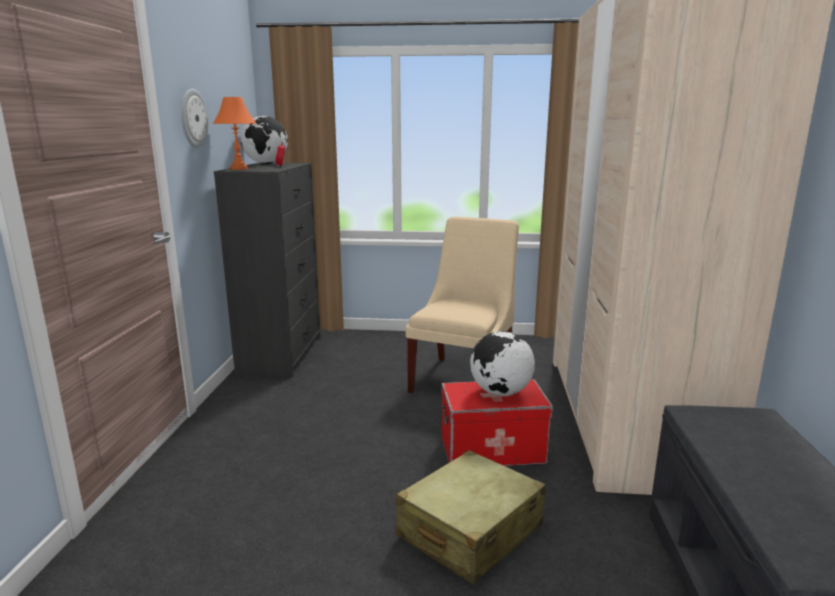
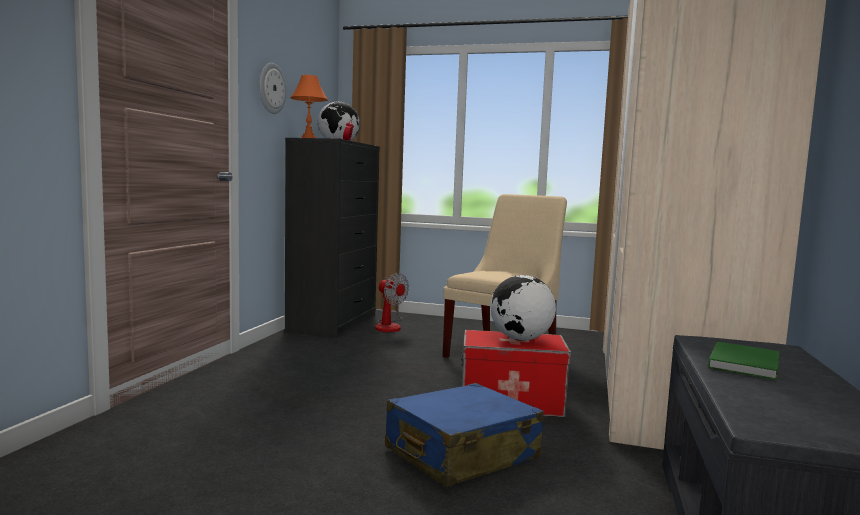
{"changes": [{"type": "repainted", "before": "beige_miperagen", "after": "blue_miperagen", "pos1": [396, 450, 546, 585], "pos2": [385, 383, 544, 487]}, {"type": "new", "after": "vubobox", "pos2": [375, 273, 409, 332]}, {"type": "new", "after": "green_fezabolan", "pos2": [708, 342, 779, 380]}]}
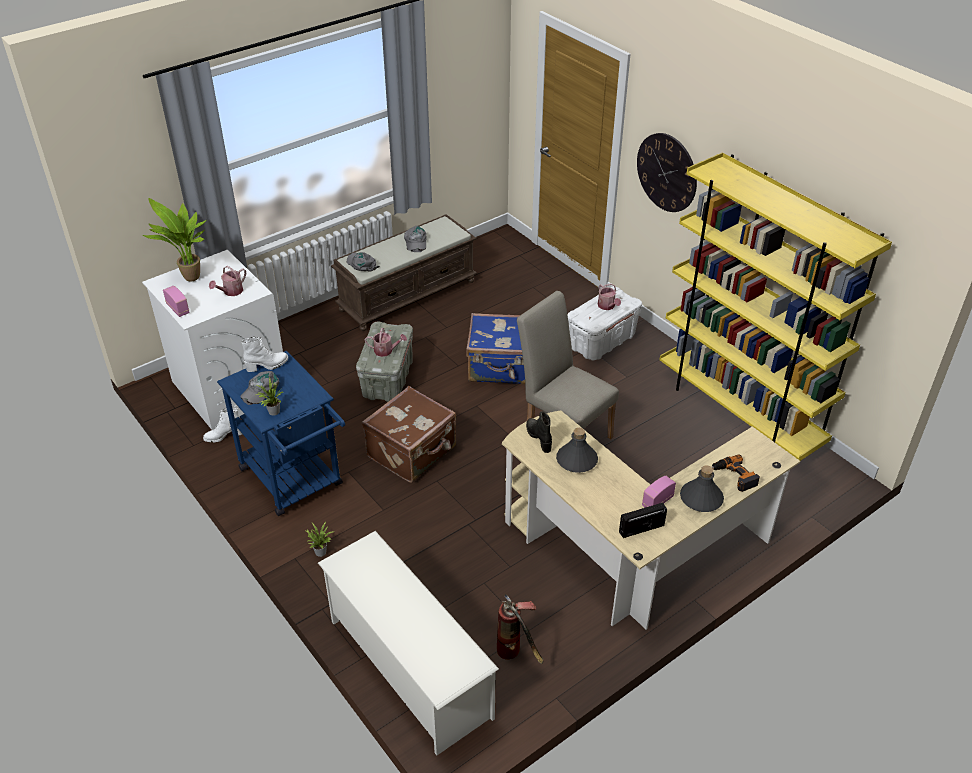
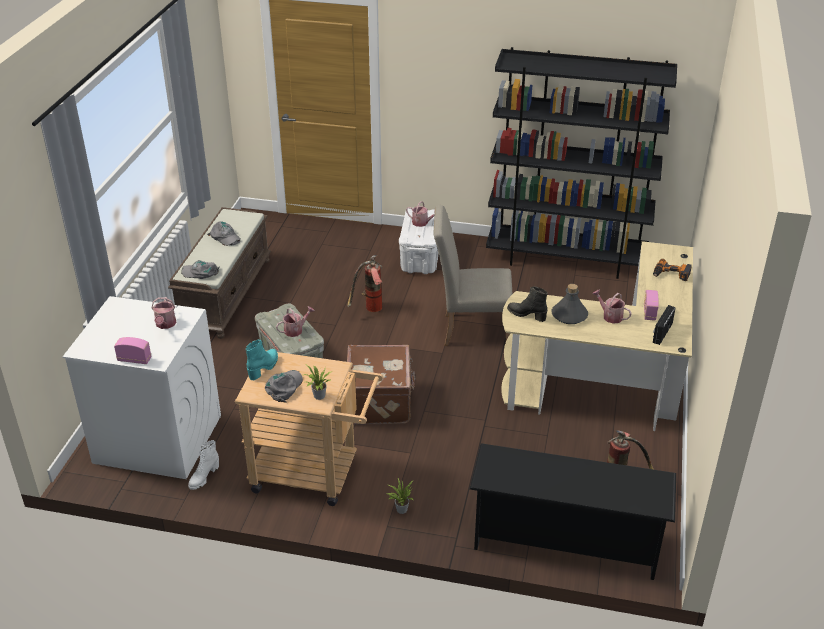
{"changes": [{"type": "gone", "before": "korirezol", "pos1": [143, 198, 206, 281]}, {"type": "repainted", "before": "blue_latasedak", "after": "beige_latasedak", "pos1": [217, 351, 345, 516], "pos2": [235, 350, 383, 506]}, {"type": "rotated", "before": "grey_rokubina", "pos1": [240, 371, 280, 405], "pos2": [265, 370, 303, 403], "turn": -150}, {"type": "repainted", "before": "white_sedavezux", "after": "turquoise_sedavezux", "pos1": [241, 337, 288, 372], "pos2": [246, 339, 278, 381]}, {"type": "repainted", "before": "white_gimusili", "after": "black_gimusili", "pos1": [318, 531, 499, 755], "pos2": [470, 443, 676, 580]}, {"type": "swapped", "before": "blue_miperagen", "after": "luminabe", "pos1": [466, 313, 525, 384], "pos2": [347, 255, 382, 312]}, {"type": "gone", "before": "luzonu", "pos1": [637, 133, 697, 212]}, {"type": "repainted", "before": "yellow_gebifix", "after": "black_gebifix", "pos1": [659, 152, 892, 461], "pos2": [486, 47, 677, 279]}, {"type": "gone", "before": "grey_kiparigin", "pos1": [680, 466, 724, 512]}, {"type": "new", "after": "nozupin", "pos2": [592, 289, 632, 324]}]}
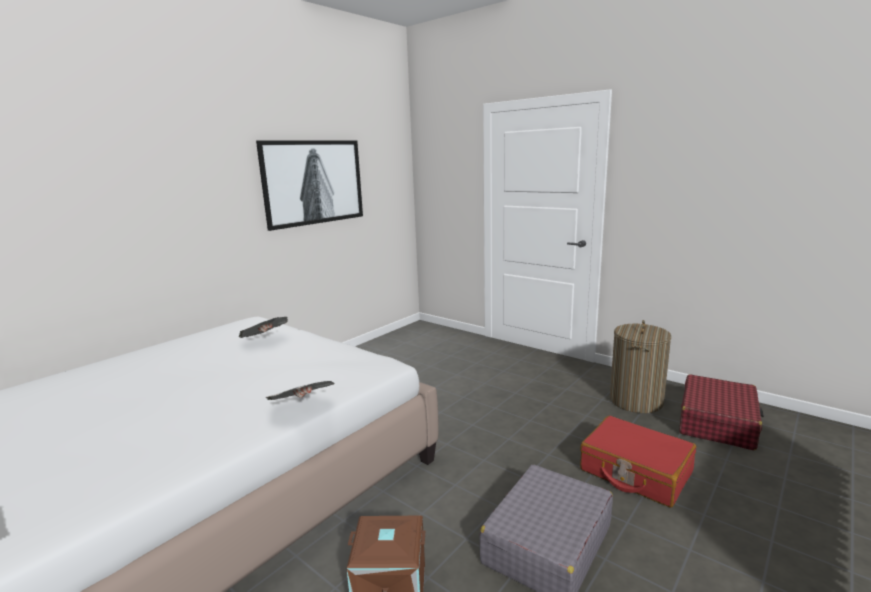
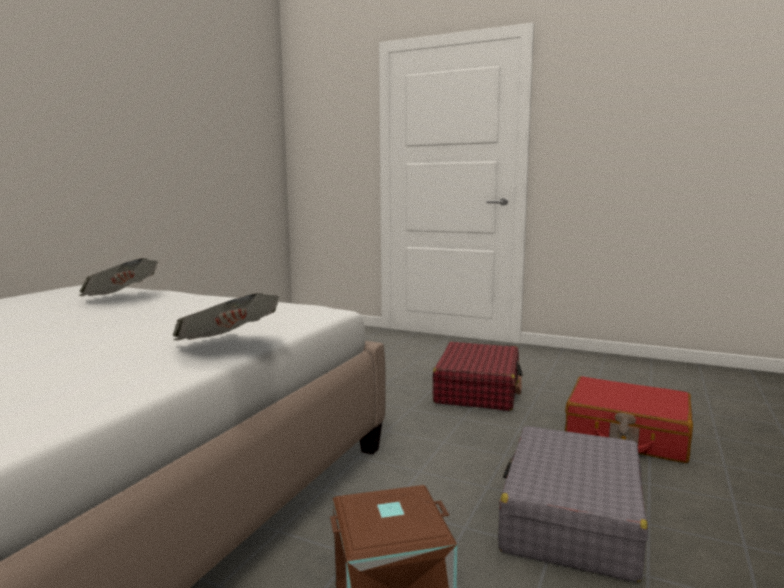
{"changes": [{"type": "gone", "before": "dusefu", "pos1": [256, 140, 363, 231]}, {"type": "gone", "before": "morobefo", "pos1": [610, 320, 671, 413]}, {"type": "shifted", "before": "red_miperagen", "pos1": [680, 374, 764, 450], "pos2": [433, 342, 523, 411]}]}
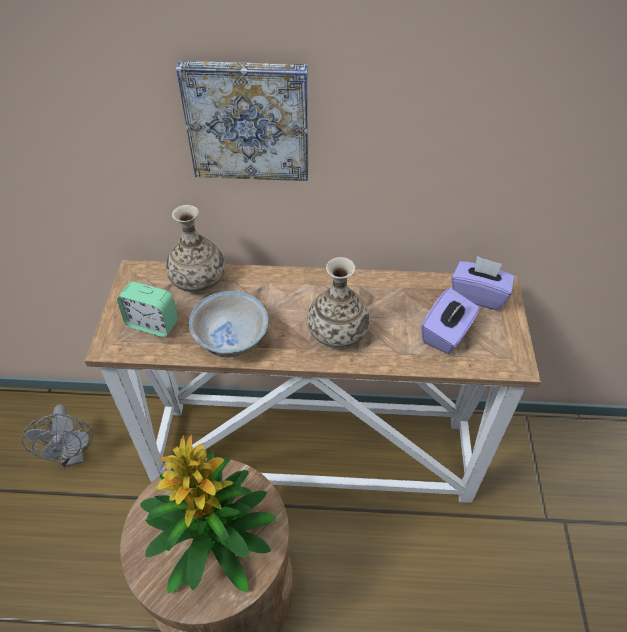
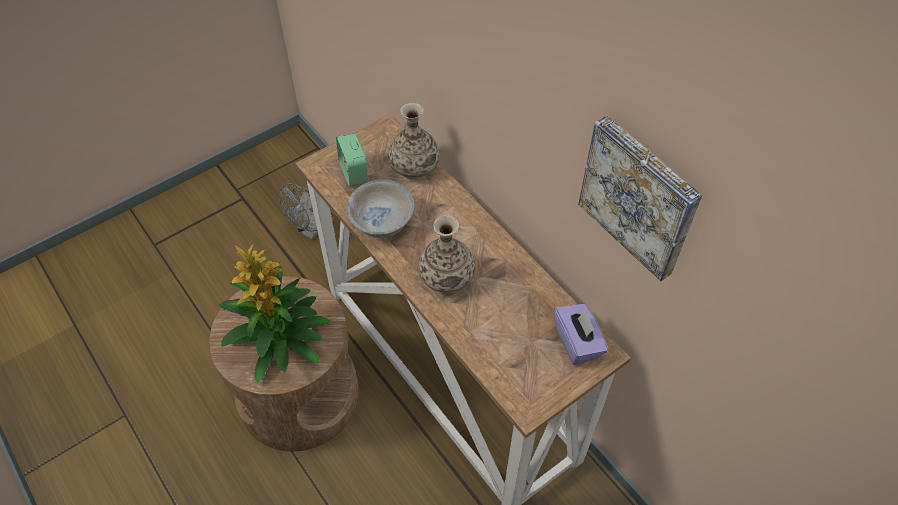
{"changes": [{"type": "shifted", "before": "dusefu", "pos1": [176, 61, 308, 181], "pos2": [578, 116, 702, 281]}, {"type": "gone", "before": "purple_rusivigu", "pos1": [421, 288, 480, 354]}]}
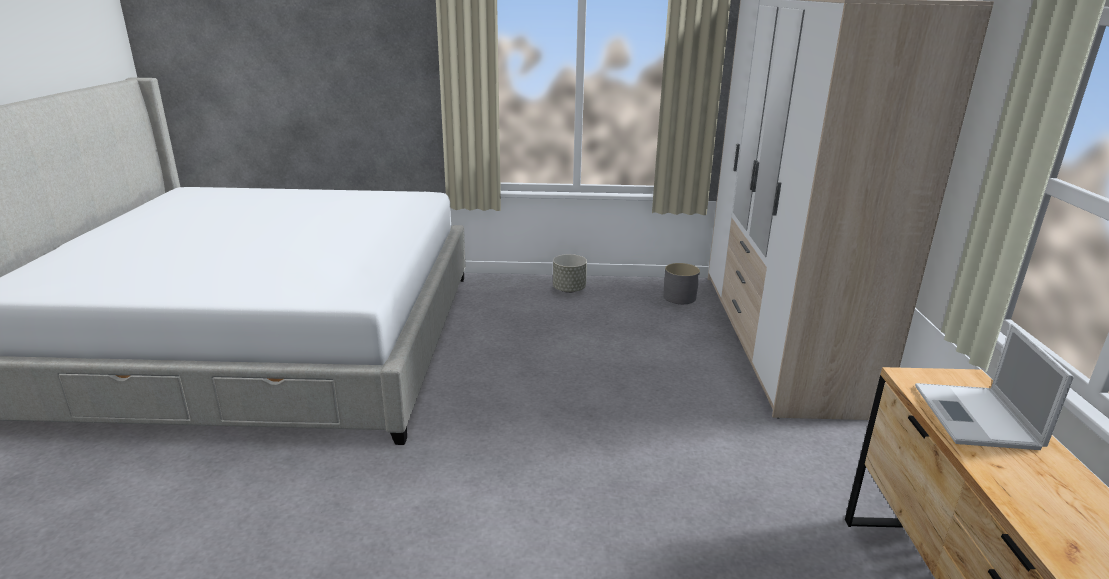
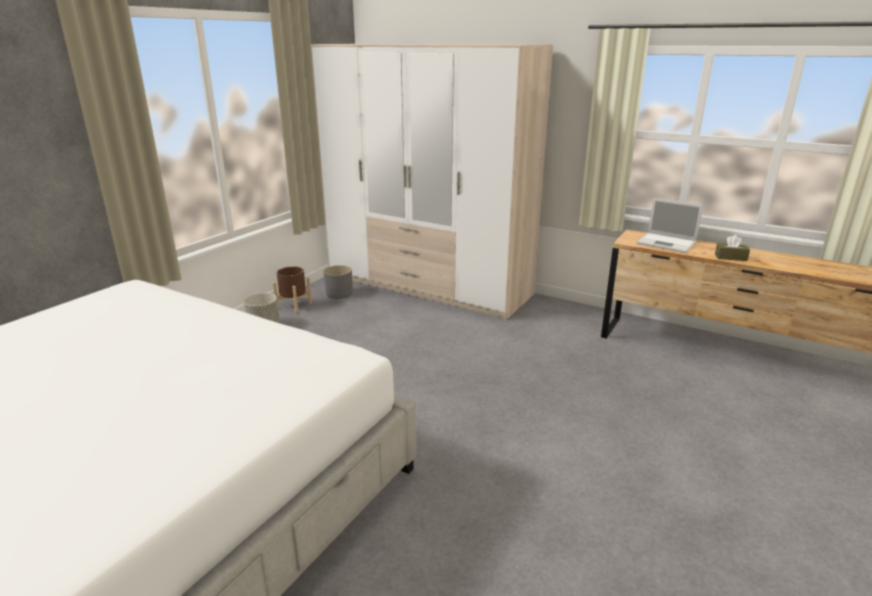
{"changes": [{"type": "new", "after": "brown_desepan", "pos2": [273, 267, 312, 313]}, {"type": "new", "after": "brown_rusivigu", "pos2": [715, 235, 750, 261]}]}
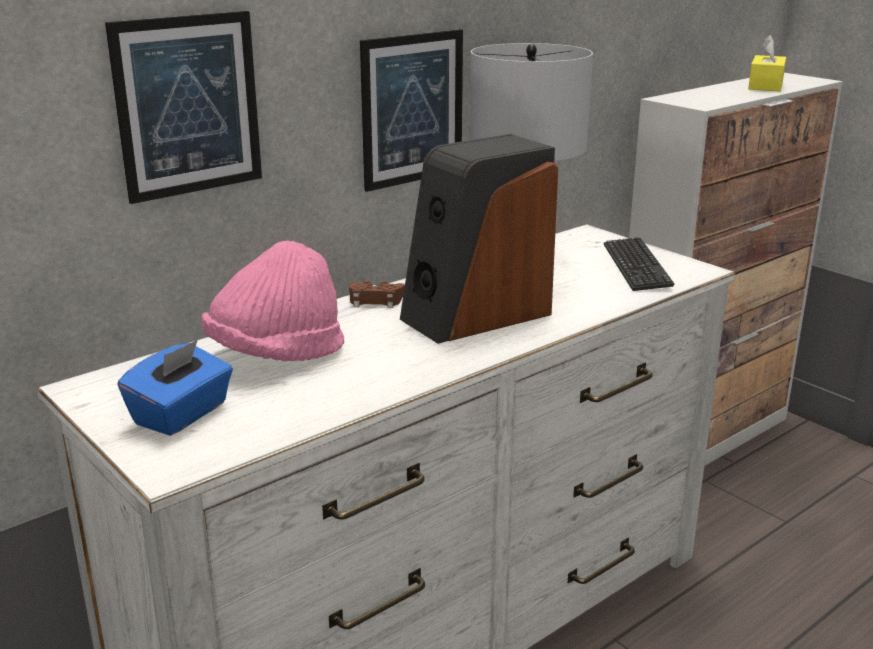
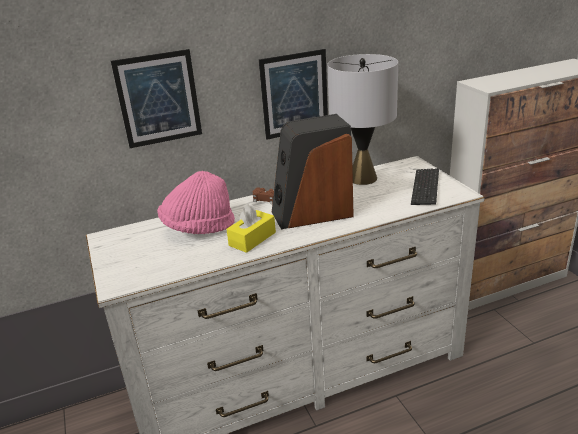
{"changes": [{"type": "gone", "before": "blue_rusivigu", "pos1": [117, 339, 233, 436]}, {"type": "shifted", "before": "yellow_rusivigu", "pos1": [748, 35, 786, 91], "pos2": [226, 204, 276, 253]}]}
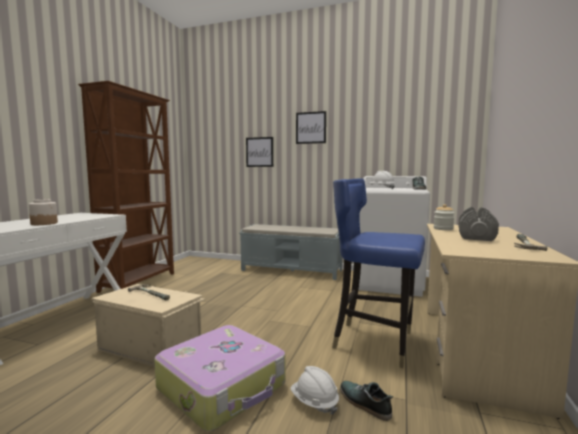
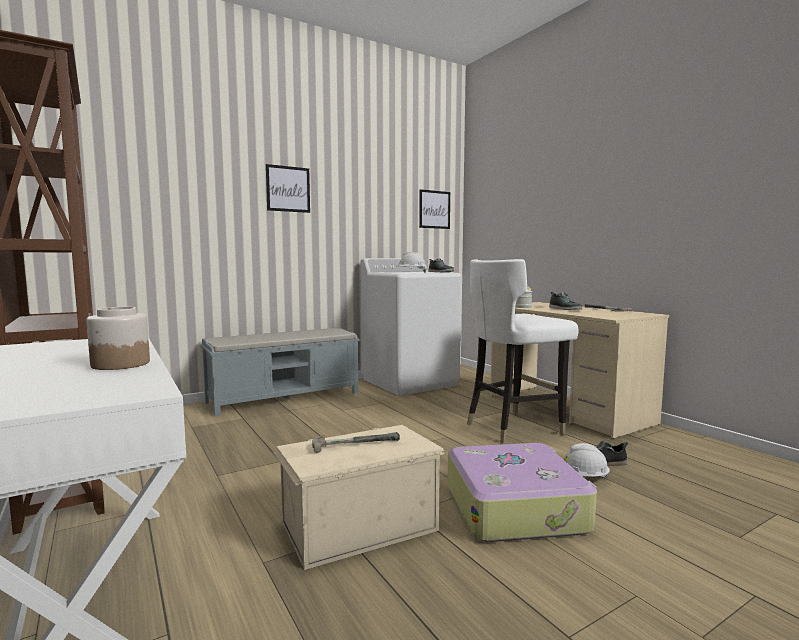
{"changes": [{"type": "shifted", "before": "dusefu", "pos1": [246, 137, 273, 167], "pos2": [419, 189, 450, 229]}, {"type": "repainted", "before": "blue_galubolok", "after": "white_galubolok", "pos1": [332, 178, 425, 368], "pos2": [467, 259, 578, 443]}, {"type": "swapped", "before": "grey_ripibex", "after": "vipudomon", "pos1": [458, 207, 499, 241], "pos2": [549, 292, 582, 310]}]}
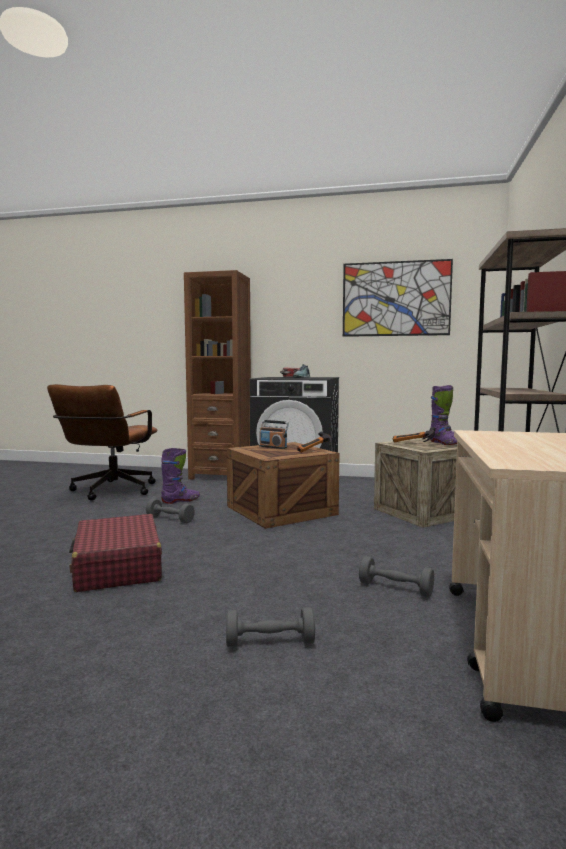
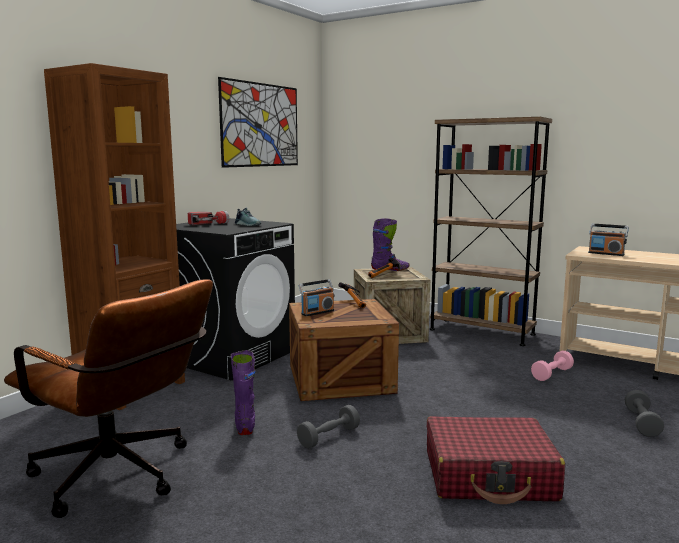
{"changes": [{"type": "repainted", "before": "grey_ripibex", "after": "pink_ripibex", "pos1": [359, 556, 434, 597], "pos2": [531, 351, 574, 381]}, {"type": "new", "after": "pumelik", "pos2": [588, 224, 629, 256]}]}
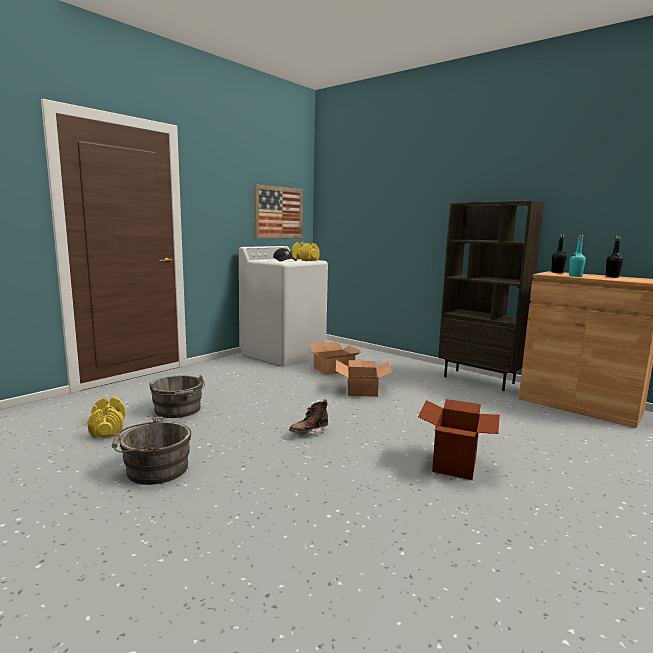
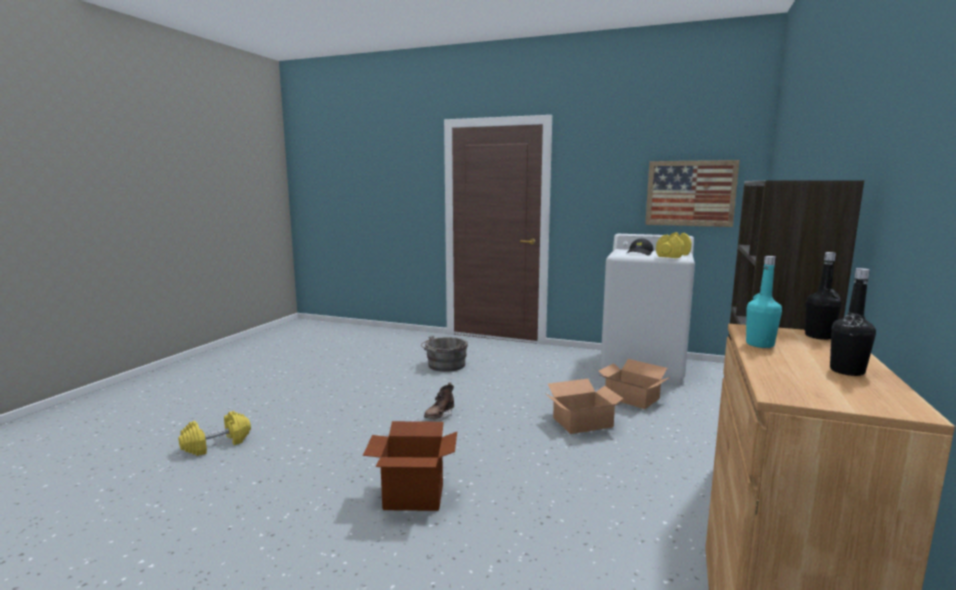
{"changes": [{"type": "shifted", "before": "yellow_ripibex", "pos1": [87, 396, 125, 438], "pos2": [178, 411, 251, 456]}, {"type": "gone", "before": "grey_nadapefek", "pos1": [111, 417, 192, 485]}, {"type": "rotated", "before": "brown_sedavezux", "pos1": [289, 400, 328, 437], "pos2": [424, 382, 454, 421], "turn": -90}]}
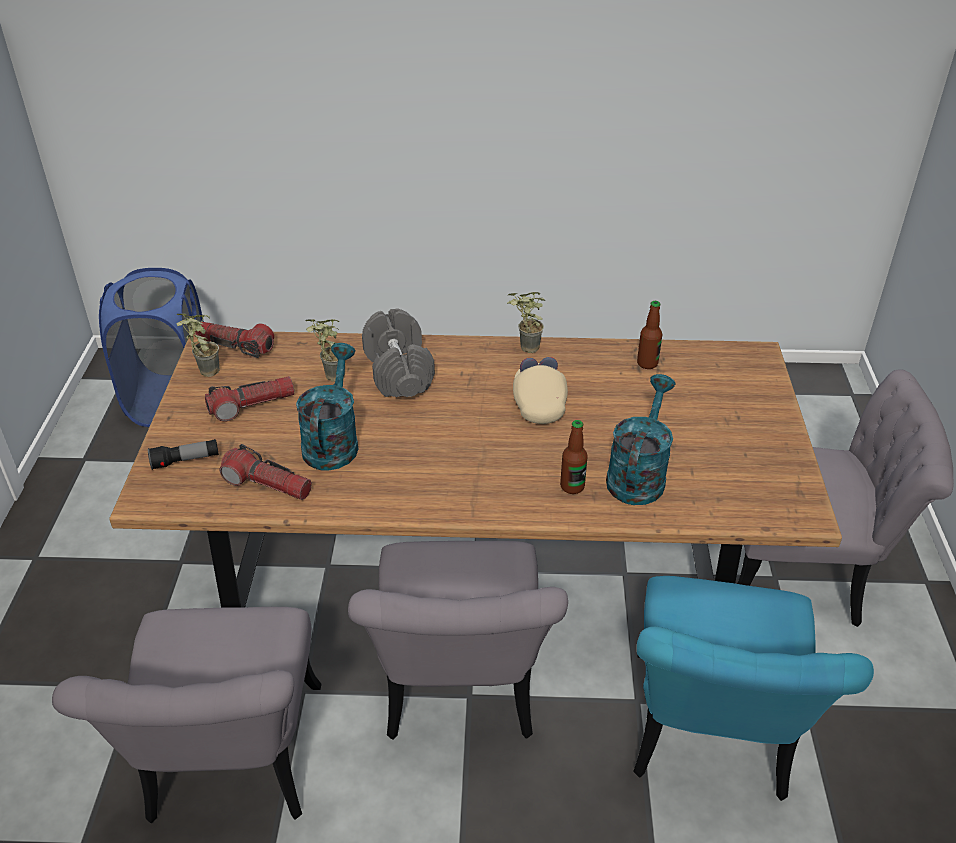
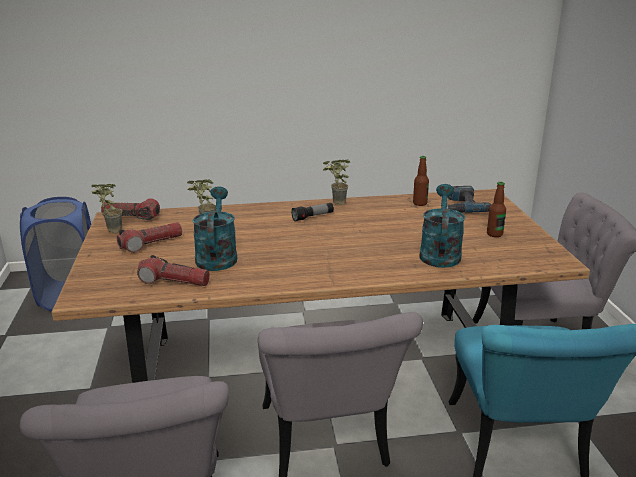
{"changes": [{"type": "shifted", "before": "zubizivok", "pos1": [148, 439, 219, 470], "pos2": [291, 202, 334, 222]}, {"type": "gone", "before": "grey_ripibex", "pos1": [362, 309, 435, 397]}, {"type": "gone", "before": "beige_rokubina", "pos1": [513, 357, 568, 424]}, {"type": "shifted", "before": "kiparigin", "pos1": [560, 420, 588, 494], "pos2": [487, 182, 506, 237]}, {"type": "new", "after": "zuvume", "pos2": [447, 186, 491, 213]}]}
